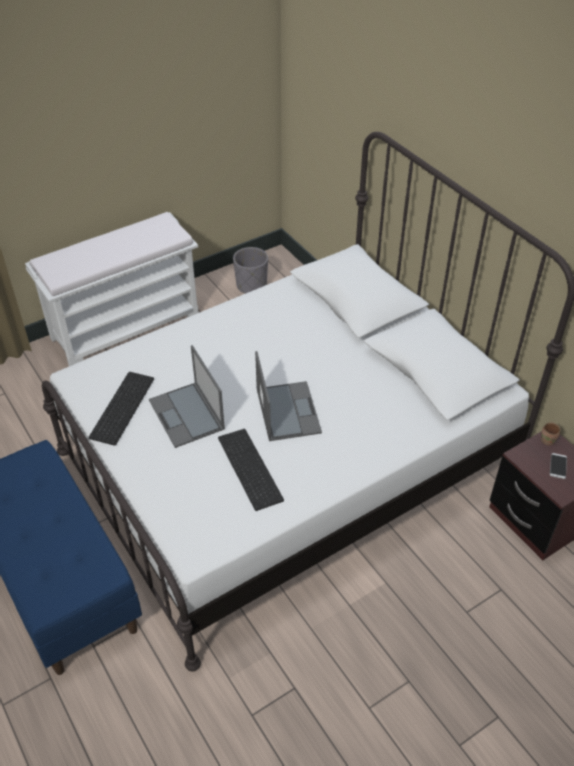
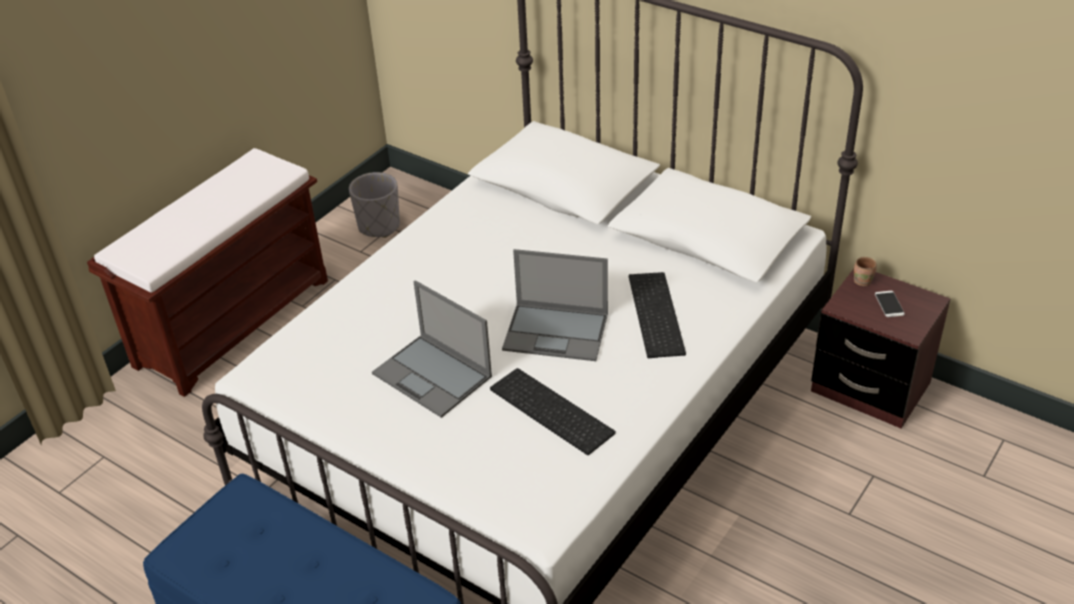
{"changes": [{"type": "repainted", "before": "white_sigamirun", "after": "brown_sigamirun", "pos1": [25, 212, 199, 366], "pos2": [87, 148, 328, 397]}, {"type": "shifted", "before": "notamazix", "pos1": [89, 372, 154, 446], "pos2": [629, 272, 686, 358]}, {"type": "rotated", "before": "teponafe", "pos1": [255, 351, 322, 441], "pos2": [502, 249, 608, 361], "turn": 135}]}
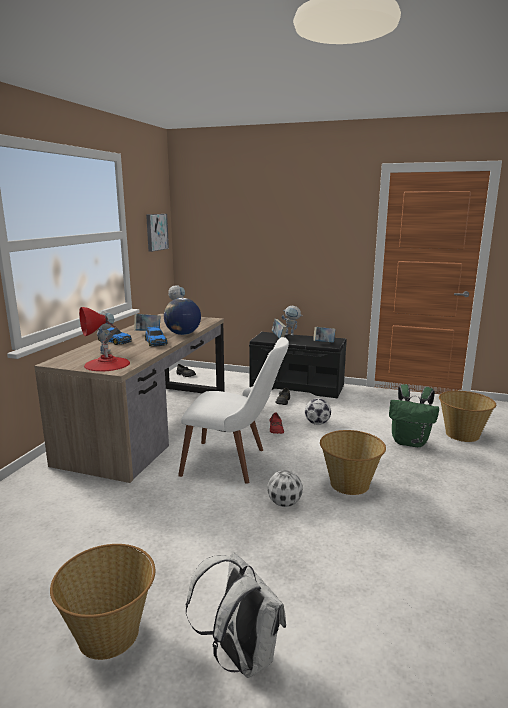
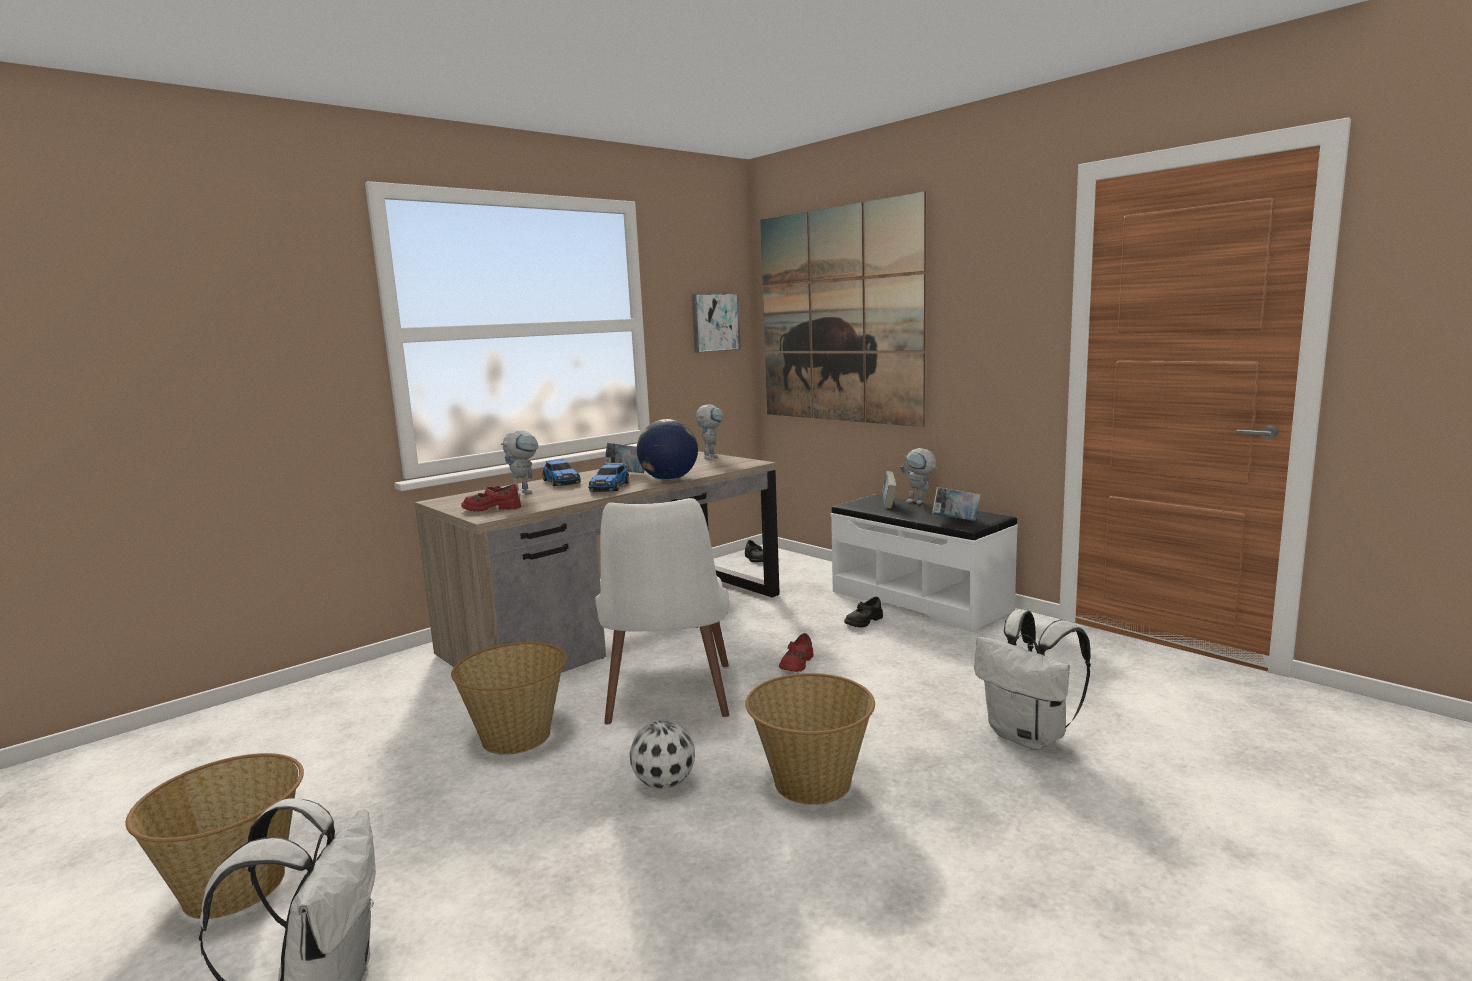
{"changes": [{"type": "swapped", "before": "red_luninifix", "after": "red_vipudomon", "pos1": [79, 307, 130, 372], "pos2": [461, 484, 521, 512]}, {"type": "rotated", "before": "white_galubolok", "pos1": [178, 337, 289, 484], "pos2": [595, 498, 729, 724], "turn": 45}, {"type": "repainted", "before": "black_sigamirun", "after": "white_sigamirun", "pos1": [249, 332, 347, 399], "pos2": [830, 495, 1018, 632]}, {"type": "gone", "before": "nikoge", "pos1": [305, 398, 331, 425]}, {"type": "repainted", "before": "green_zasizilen", "after": "white_zasizilen", "pos1": [389, 384, 439, 447], "pos2": [974, 609, 1091, 750]}, {"type": "shifted", "before": "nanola", "pos1": [439, 391, 496, 442], "pos2": [451, 642, 567, 755]}, {"type": "new", "after": "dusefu", "pos2": [760, 191, 926, 427]}]}
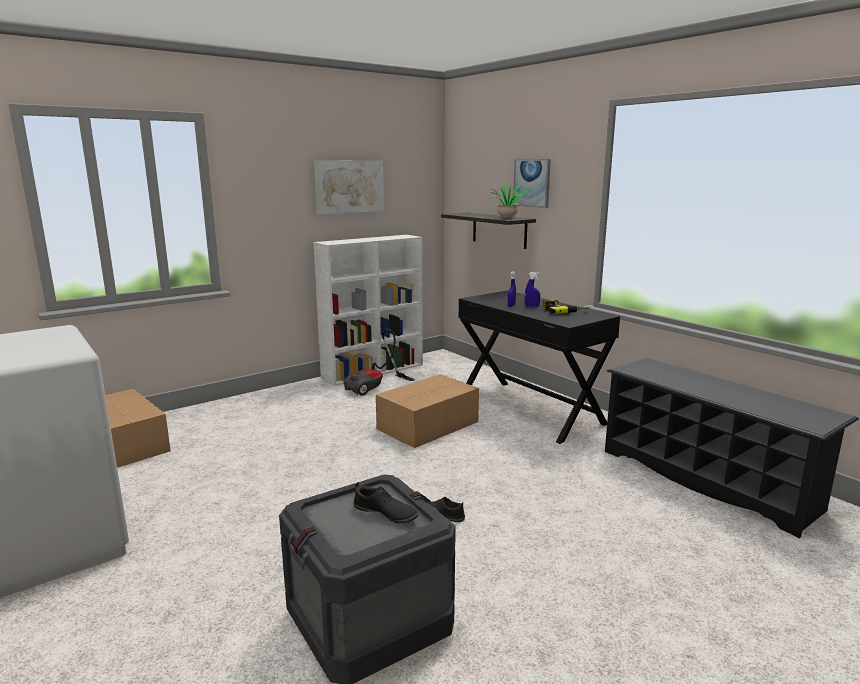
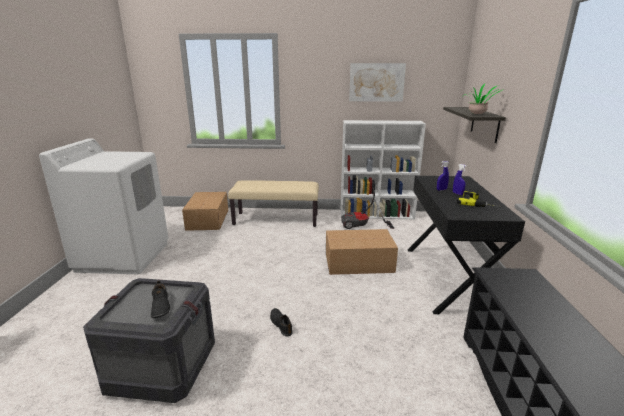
{"changes": [{"type": "gone", "before": "dusefu", "pos1": [513, 159, 551, 208]}, {"type": "new", "after": "beige_sigamirun", "pos2": [228, 180, 319, 227]}]}
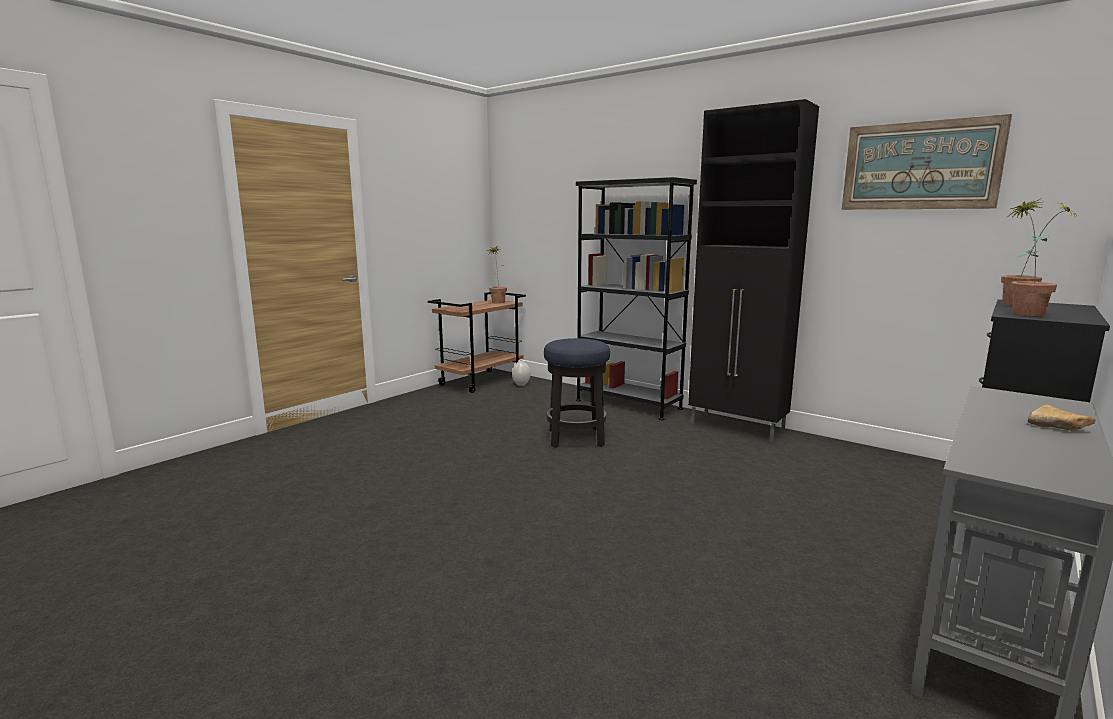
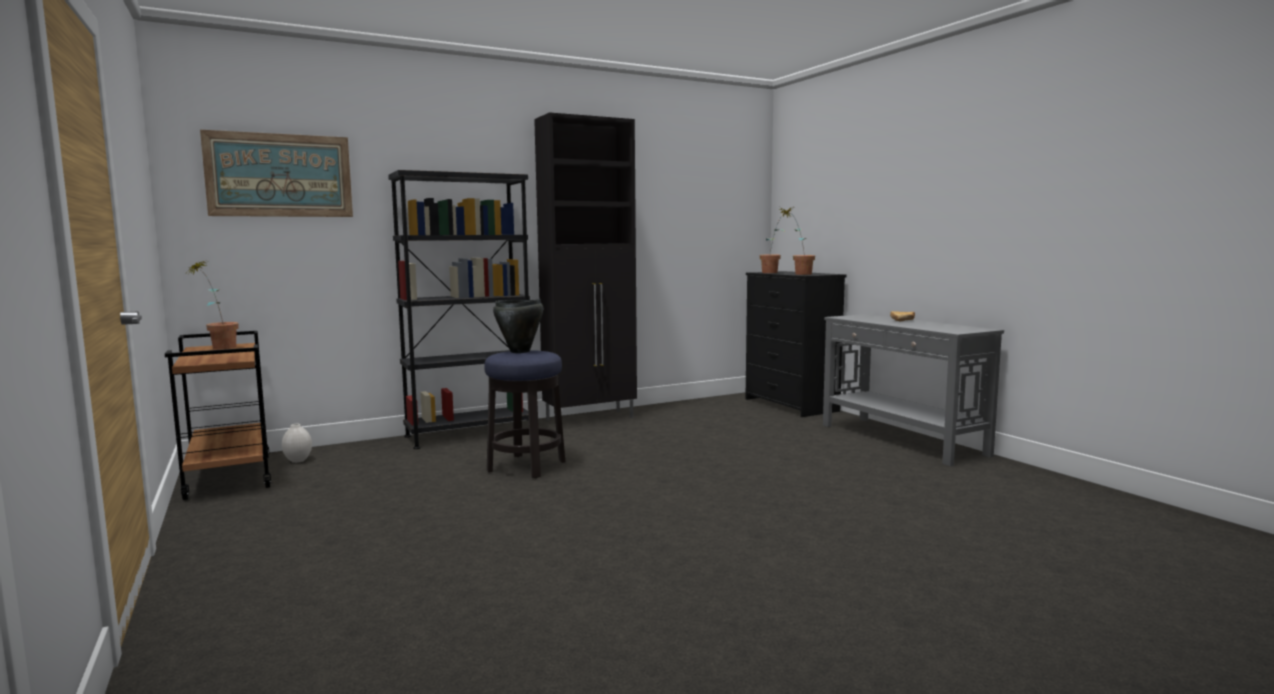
{"changes": [{"type": "shifted", "before": "dusefu", "pos1": [842, 114, 1012, 210], "pos2": [200, 130, 353, 217]}, {"type": "new", "after": "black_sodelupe", "pos2": [493, 299, 543, 353]}]}
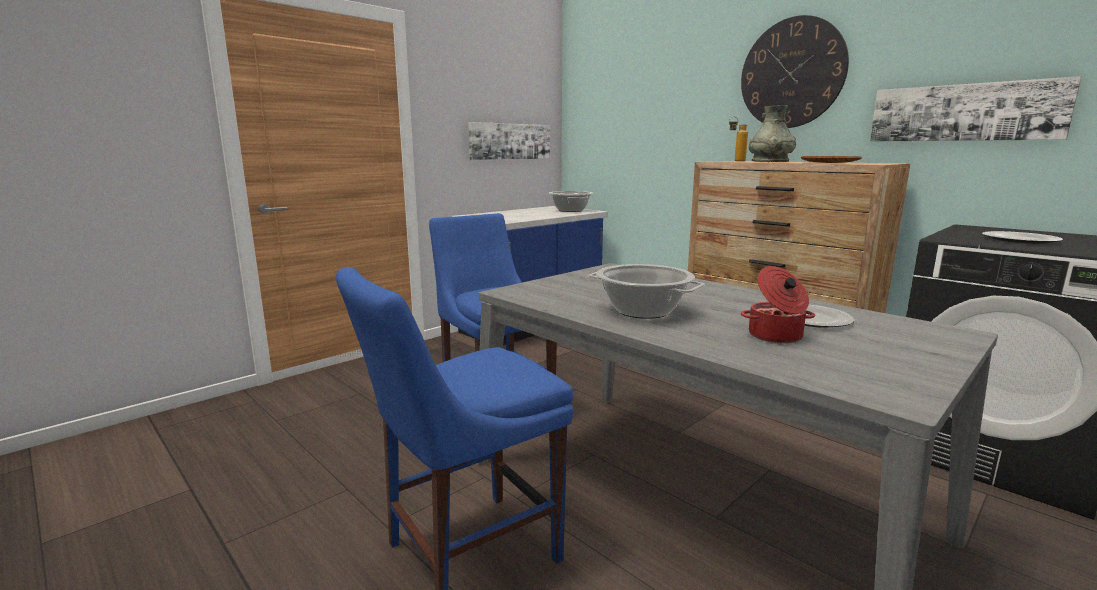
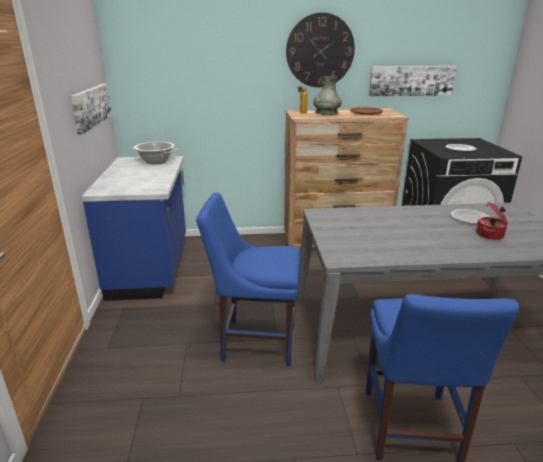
{"changes": [{"type": "gone", "before": "sodelupe", "pos1": [589, 264, 705, 319]}]}
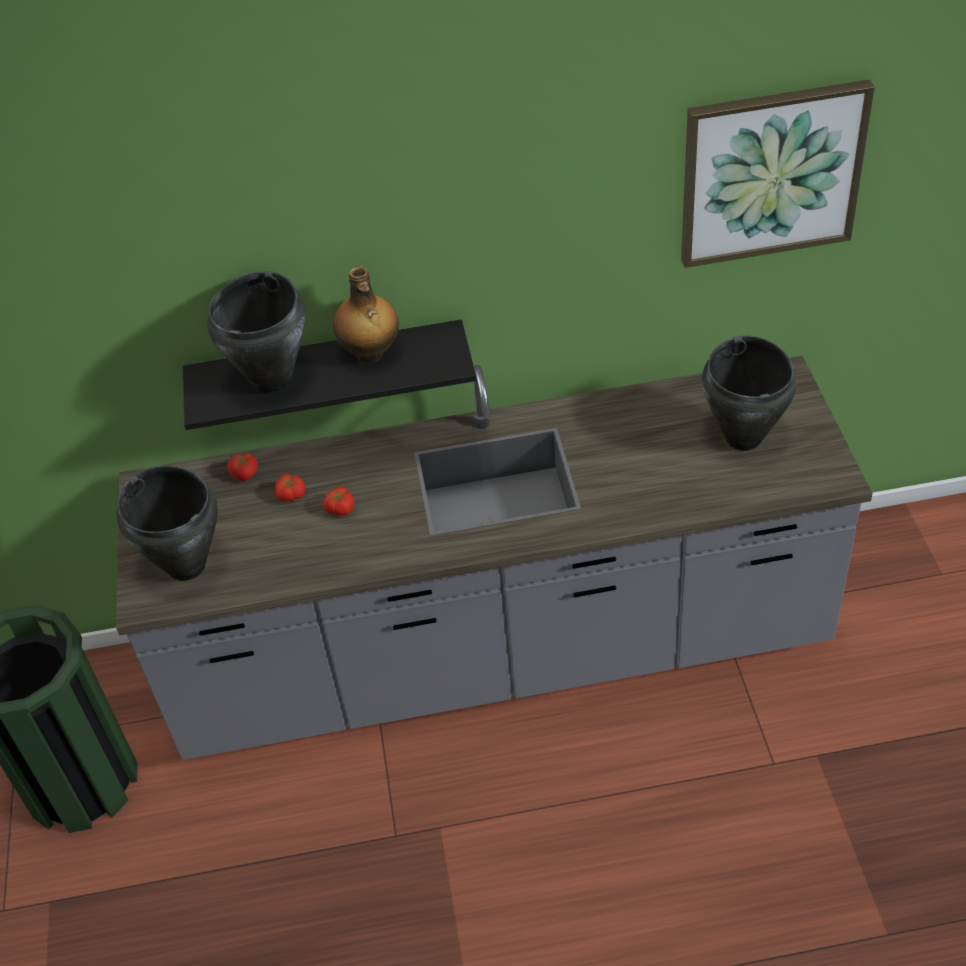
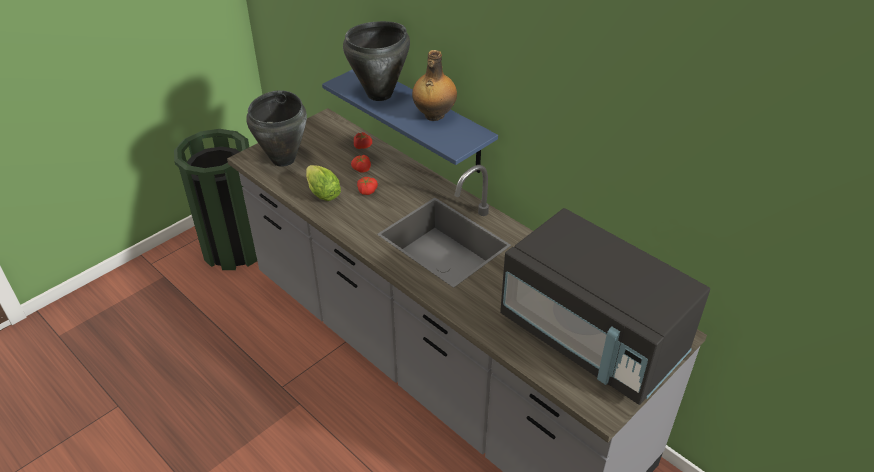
{"changes": [{"type": "repainted", "before": "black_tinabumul", "after": "blue_tinabumul", "pos1": [183, 320, 476, 430], "pos2": [322, 69, 498, 173]}, {"type": "gone", "before": "dusefu", "pos1": [681, 80, 874, 268]}, {"type": "swapped", "before": "black_sodelupe", "after": "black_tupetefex", "pos1": [702, 336, 797, 451], "pos2": [500, 208, 710, 405]}, {"type": "new", "after": "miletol", "pos2": [306, 165, 341, 201]}]}
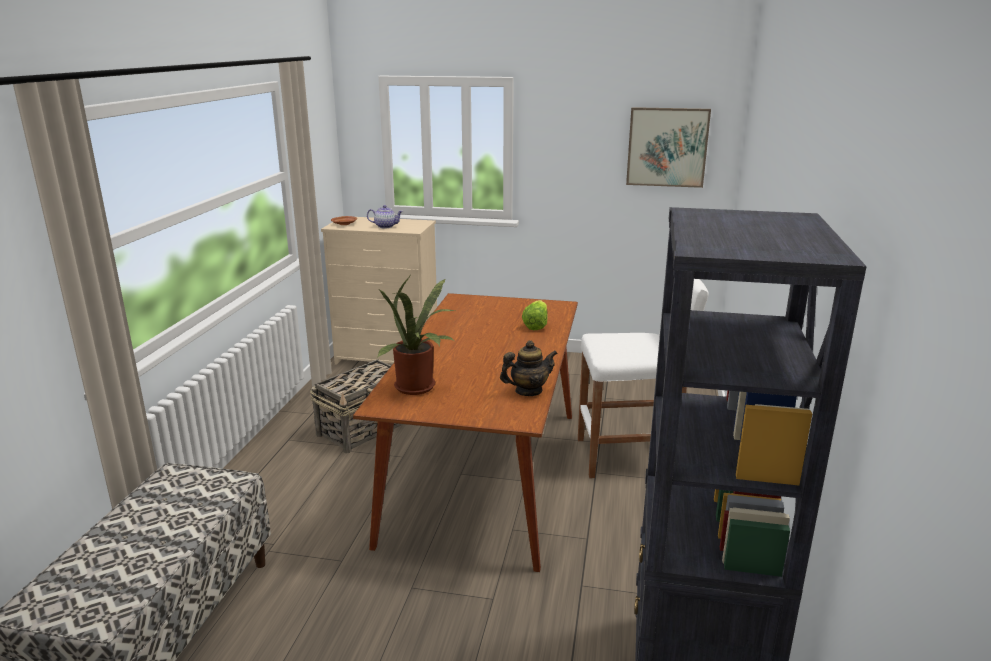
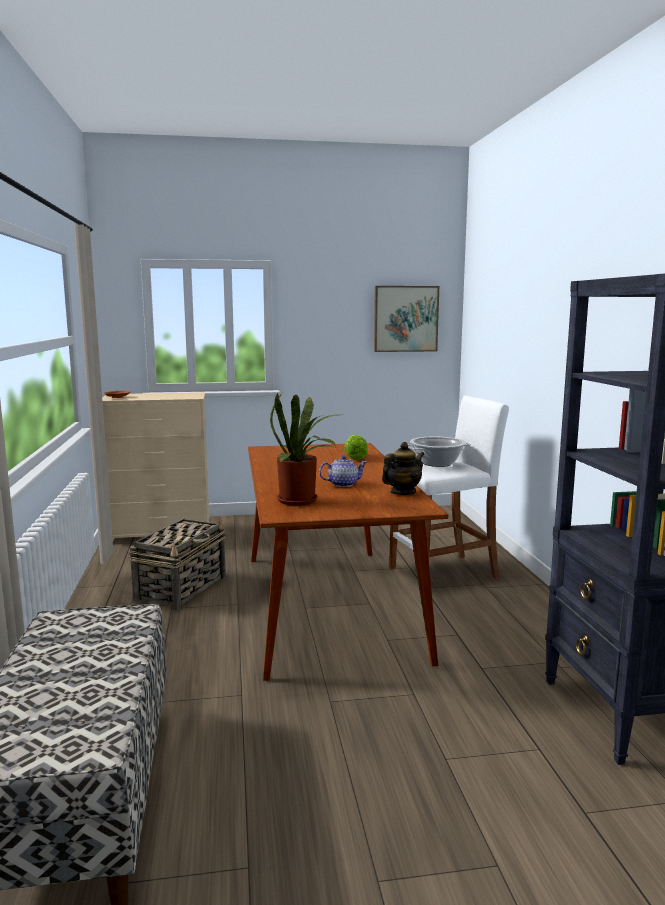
{"changes": [{"type": "shifted", "before": "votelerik", "pos1": [367, 205, 403, 228], "pos2": [319, 455, 367, 487]}, {"type": "new", "after": "sodelupe", "pos2": [408, 436, 471, 467]}]}
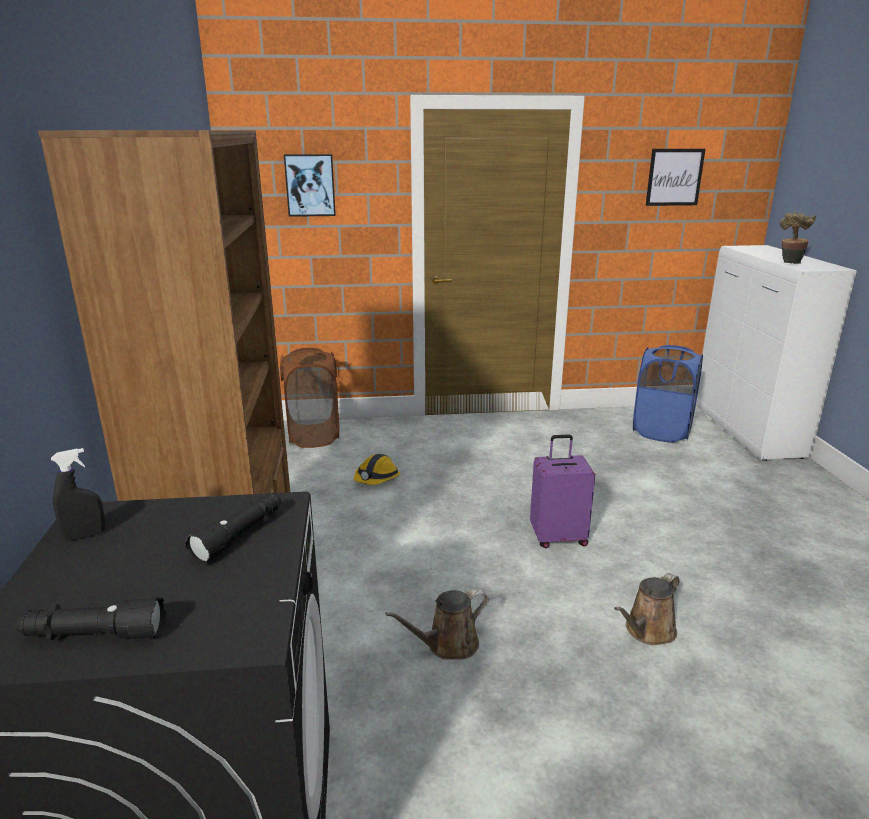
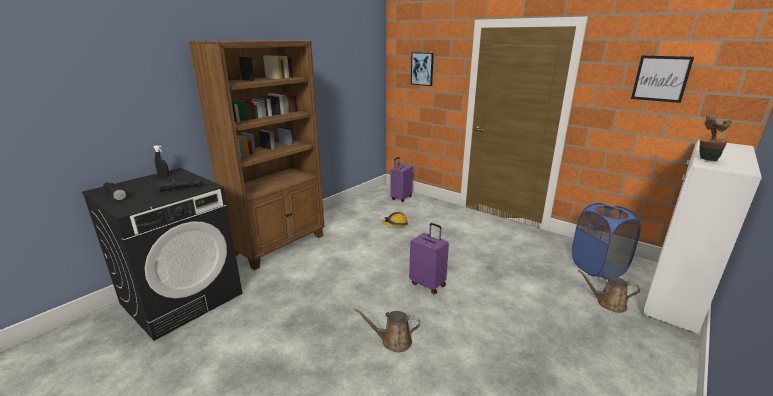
{"changes": [{"type": "swapped", "before": "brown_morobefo", "after": "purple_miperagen", "pos1": [280, 348, 339, 448], "pos2": [391, 157, 413, 202]}, {"type": "shifted", "before": "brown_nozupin", "pos1": [385, 589, 489, 660], "pos2": [578, 270, 640, 313]}]}
